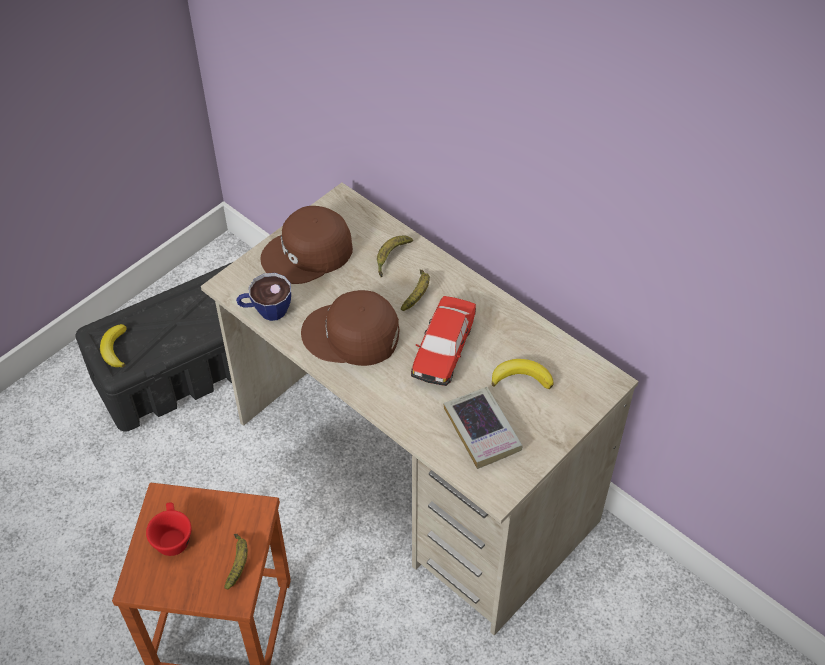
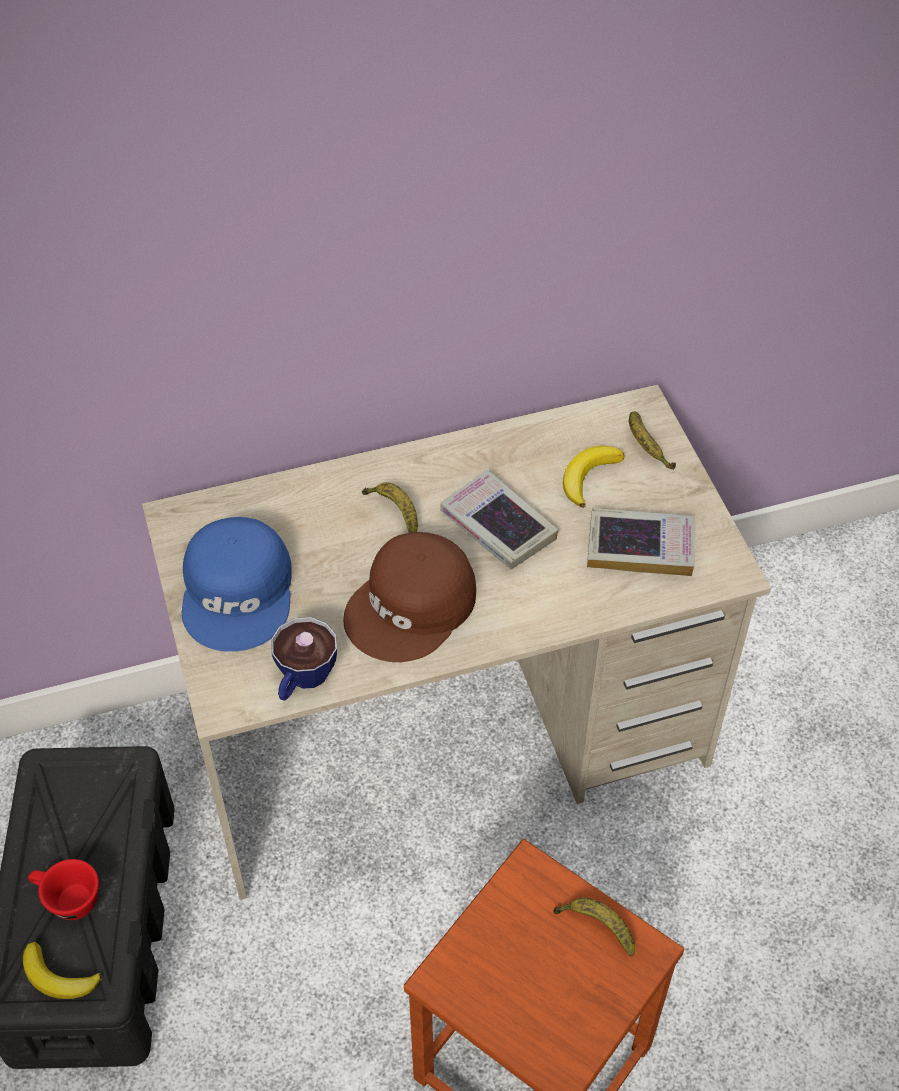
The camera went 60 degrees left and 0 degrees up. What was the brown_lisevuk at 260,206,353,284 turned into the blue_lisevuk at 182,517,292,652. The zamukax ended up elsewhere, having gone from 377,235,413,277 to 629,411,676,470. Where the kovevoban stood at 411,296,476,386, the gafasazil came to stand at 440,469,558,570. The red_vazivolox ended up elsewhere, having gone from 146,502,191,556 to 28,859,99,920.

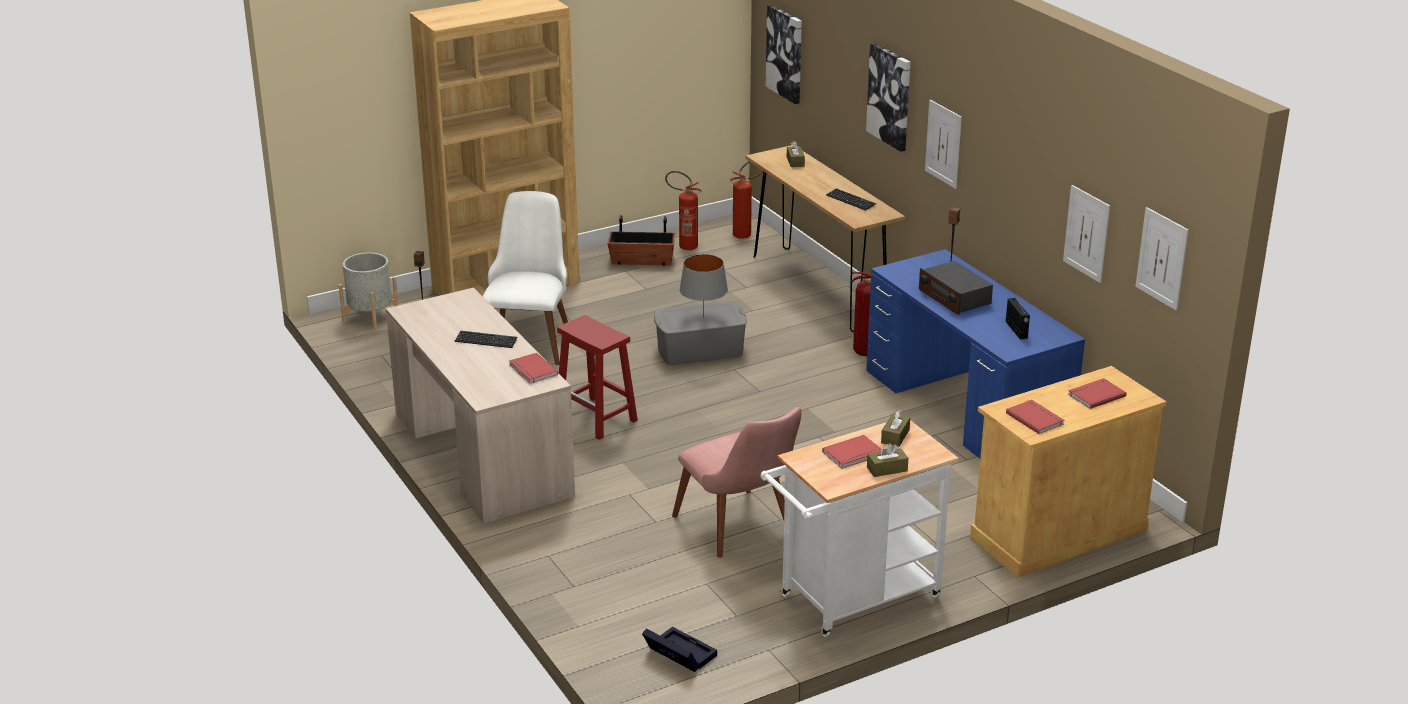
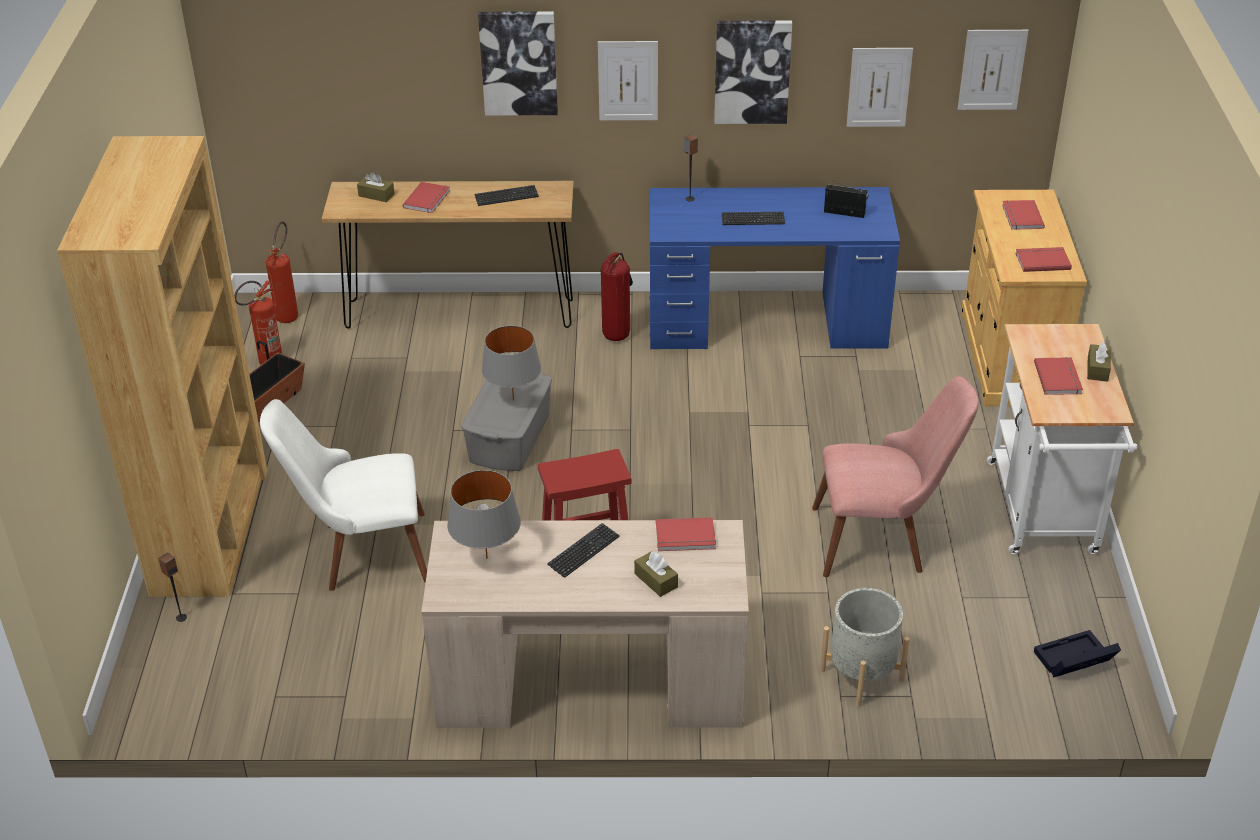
The camera went 60 degrees left and 10 degrees up. The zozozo ended up elsewhere, having gone from 766,4,802,104 to 714,20,792,124. The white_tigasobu at 483,191,568,365 ended up facing another way, 45 degrees counterclockwise from before. The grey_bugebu ended up elsewhere, having gone from 339,252,398,330 to 820,588,910,707. Where the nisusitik stood at 919,261,993,315, the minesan came to stand at 722,212,785,225. The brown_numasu ended up elsewhere, having gone from 881,410,910,447 to 634,551,678,597. The second view gained the red_gafasazil at 403,182,450,213. The second view gained the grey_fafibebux at 447,470,521,559.

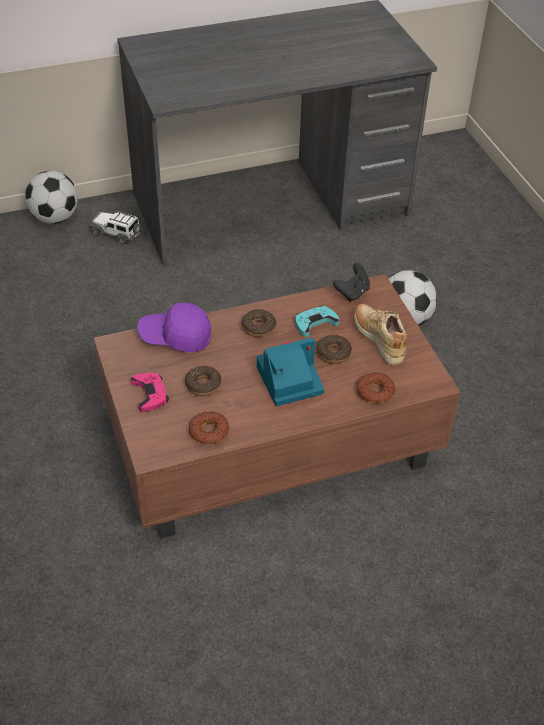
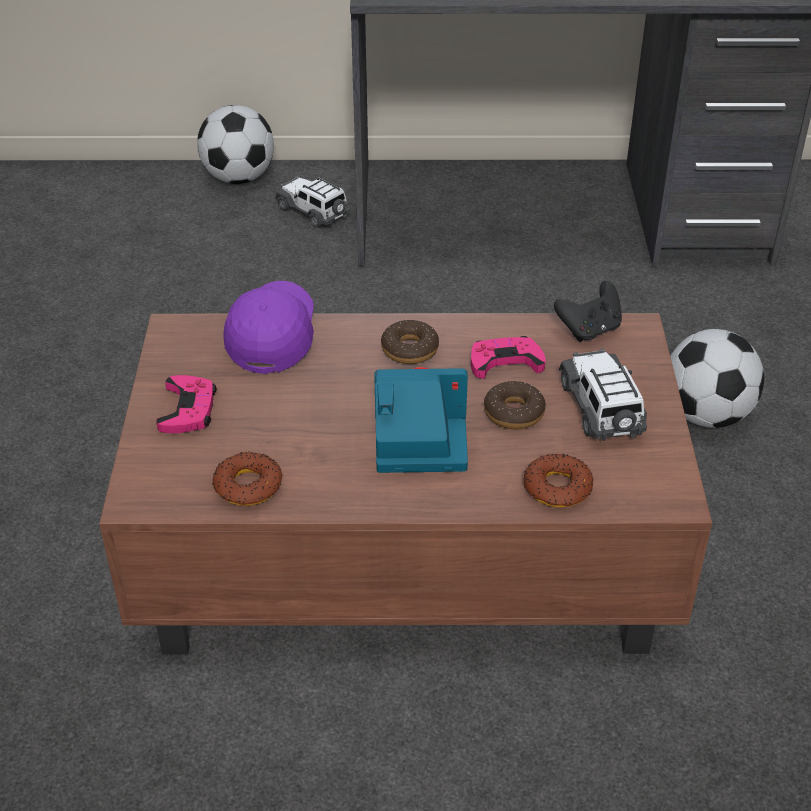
The camera went 20 degrees right and 5 degrees down. The purple_lisevuk at 137,303,211,352 ended up facing another way, 75 degrees clockwise from before. Where the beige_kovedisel stood at 354,304,407,365, the kovevoban came to stand at 559,348,647,441. What was the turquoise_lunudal at 295,305,340,337 turned into the pink_lunudal at 471,336,546,379. The second view lost the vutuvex at 185,366,222,396.

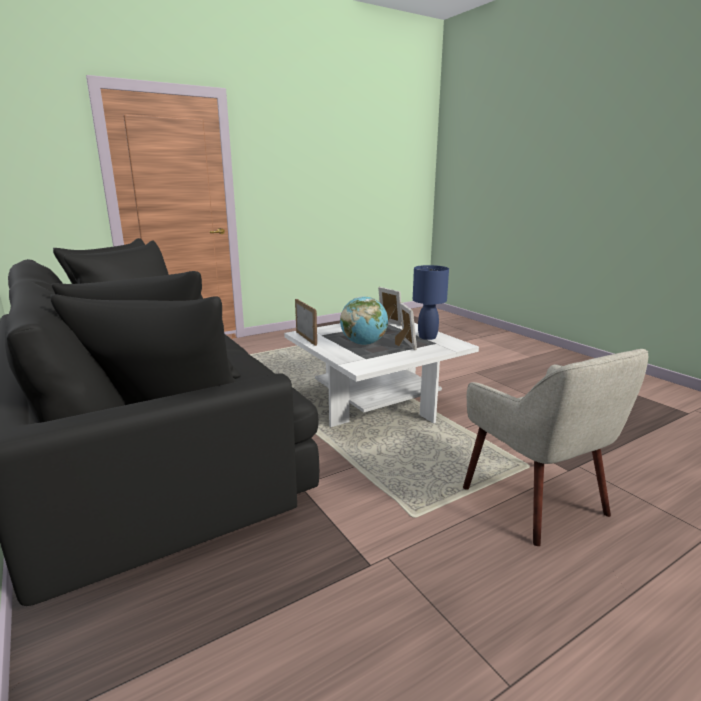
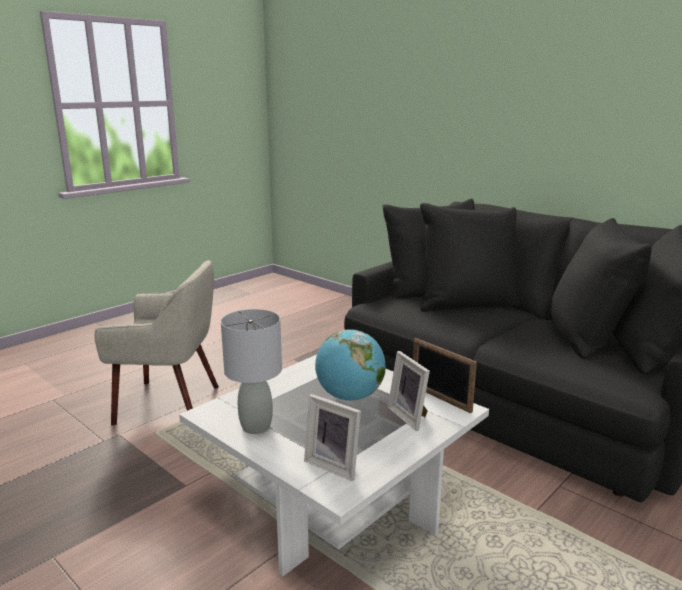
The camera went 165 degrees right and 0 degrees up. What was the blue_fafibebux at 413,265,449,340 turned into the grey_fafibebux at 221,309,282,434. The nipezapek ended up elsewhere, having gone from 395,302,417,350 to 388,351,430,431. The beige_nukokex at 463,349,648,546 ended up facing another way, 135 degrees clockwise from before.

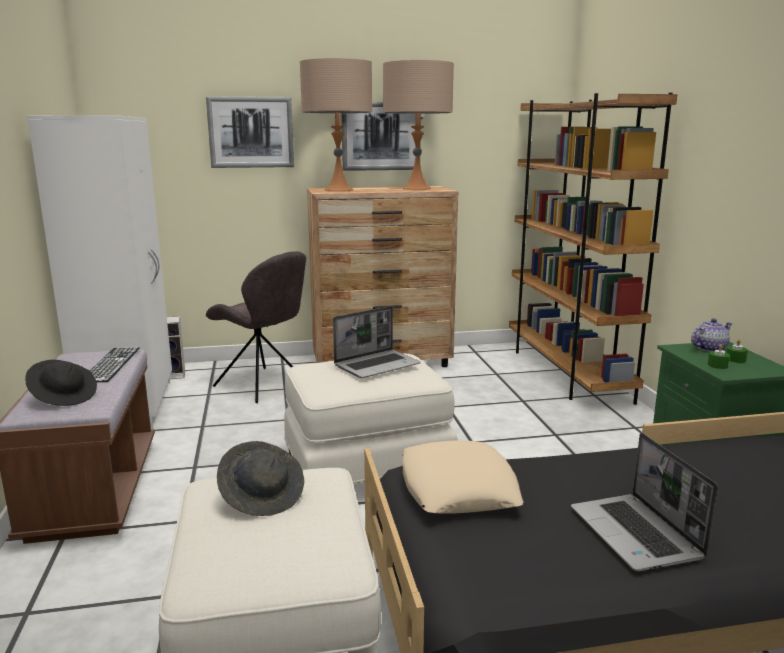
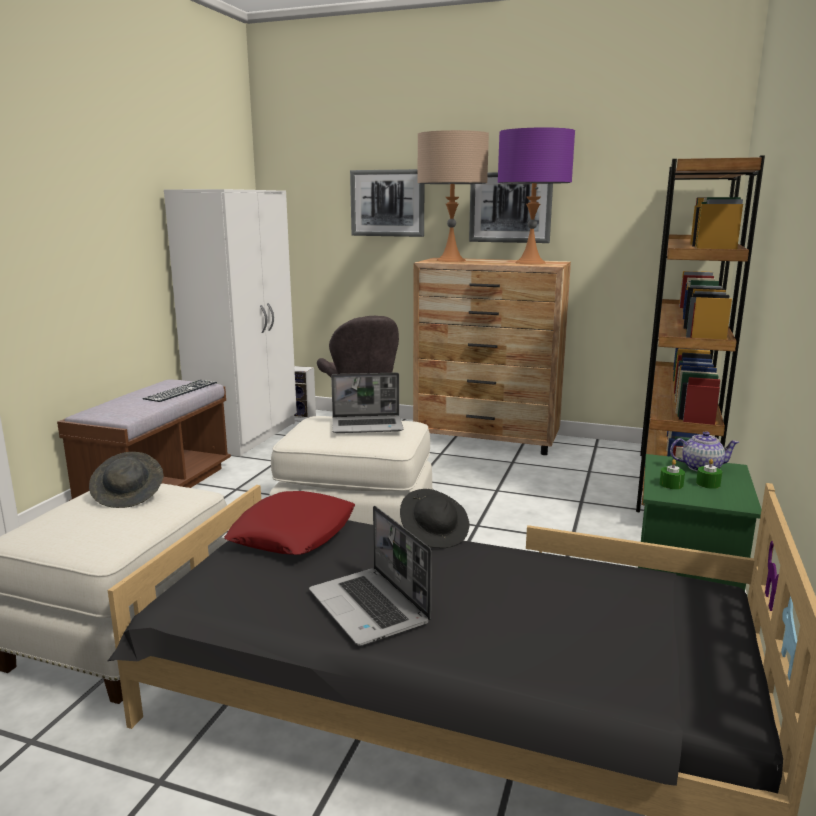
The camera went 30 degrees right and 0 degrees up. What was the beige_fafibebux at 383,60,454,190 turned into the purple_fafibebux at 498,128,575,264. The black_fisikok ended up elsewhere, having gone from 25,360,97,406 to 400,489,469,548. The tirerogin at 571,433,718,571 ended up facing another way, 45 degrees counterclockwise from before. What was the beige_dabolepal at 402,440,523,514 turned into the red_dabolepal at 224,491,355,555.

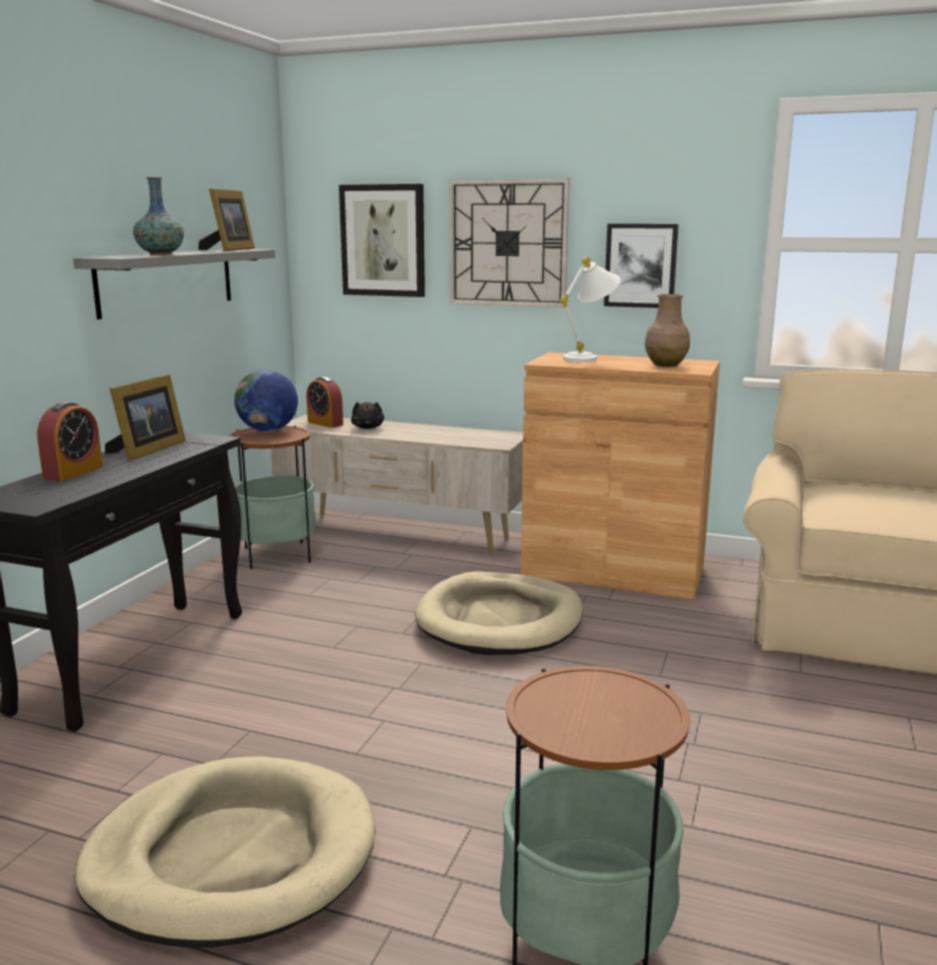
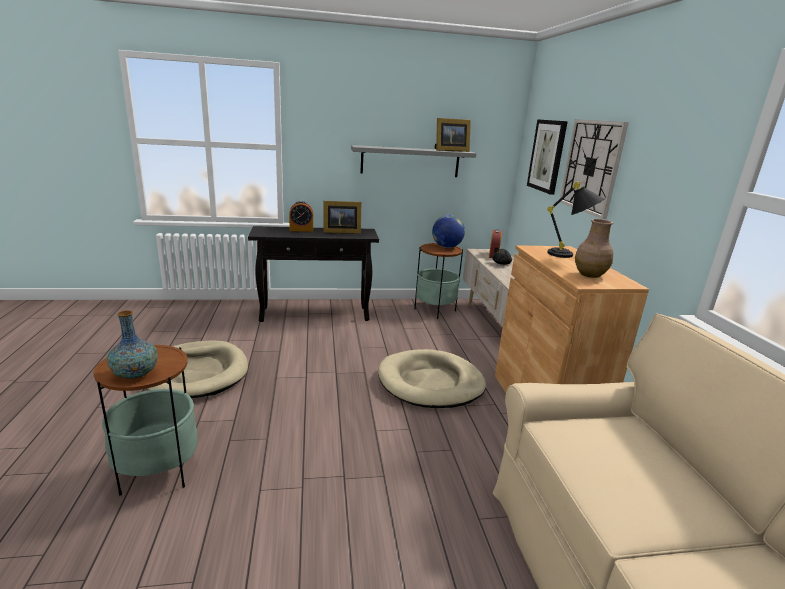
The camera went 60 degrees right and 5 degrees up. The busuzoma ended up elsewhere, having gone from 133,177,184,255 to 107,310,158,379. The second view lost the zozozo at 604,224,679,308. What was the white_fafibebux at 560,257,620,362 turned into the black_fafibebux at 547,182,605,258.

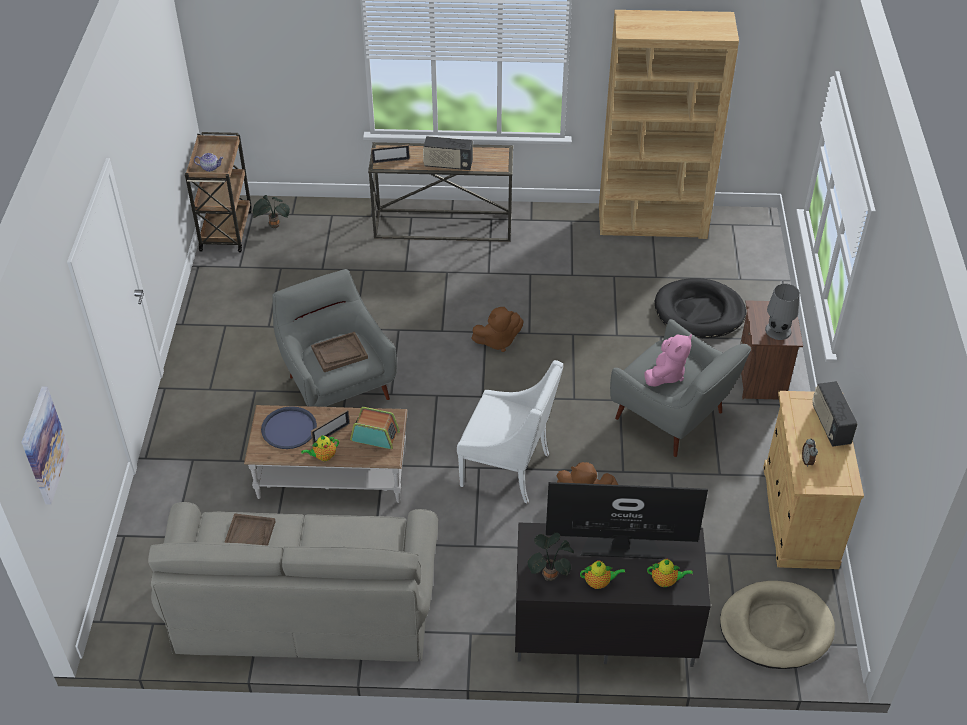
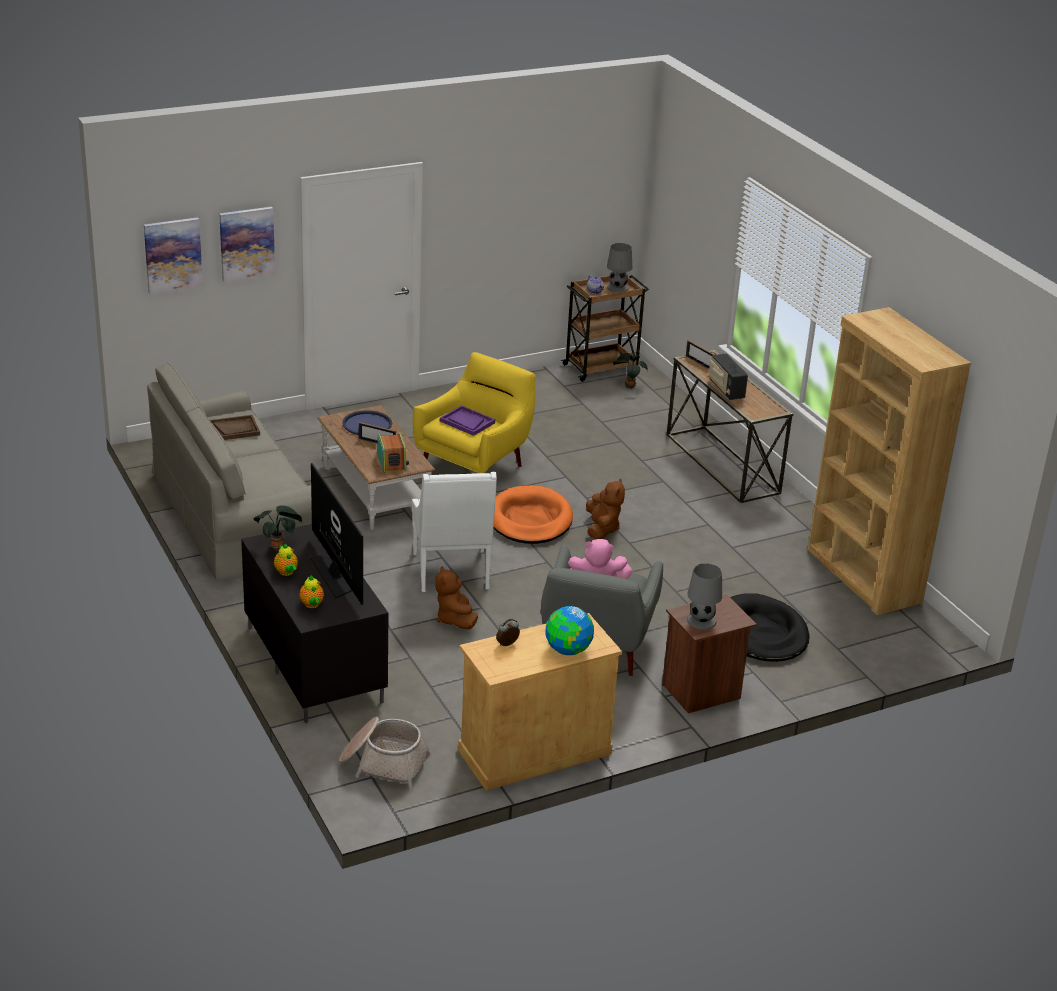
The camera went 60 degrees right and 15 degrees down. What was the grey_nukokex at 272,269,397,407 turned into the yellow_nukokex at 413,352,535,473. The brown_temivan at 471,307,524,352 ended up facing another way, 135 degrees counterclockwise from before. What was the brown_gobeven at 311,332,368,372 turned into the purple_gobeven at 440,405,495,436. Where the nisusitik stood at 812,381,858,447, the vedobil came to stand at 545,606,594,655. The second view lost the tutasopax at 301,435,339,461. Where the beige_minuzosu stood at 720,581,835,669, the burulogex came to stand at 339,717,431,790. The second view gained the zozozo at 219,207,275,282. The second view gained the grey_fafibebux at 607,243,632,293. The second view gained the orange_minuzosu at 494,486,573,544.

